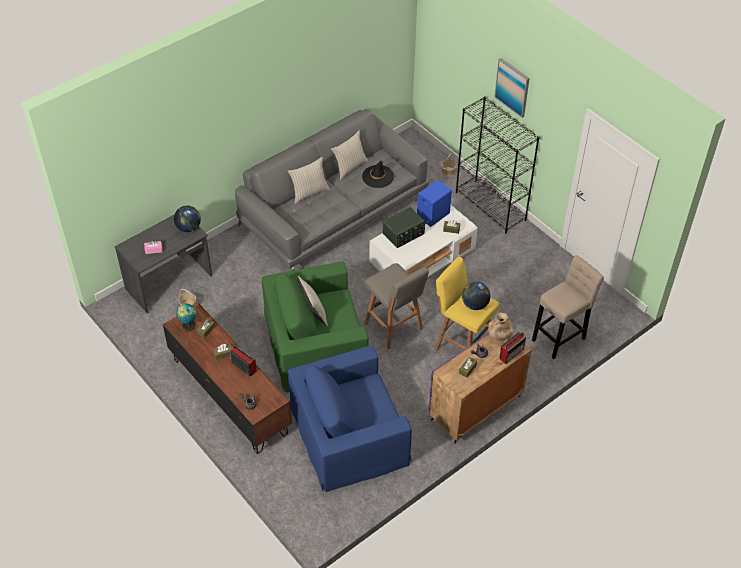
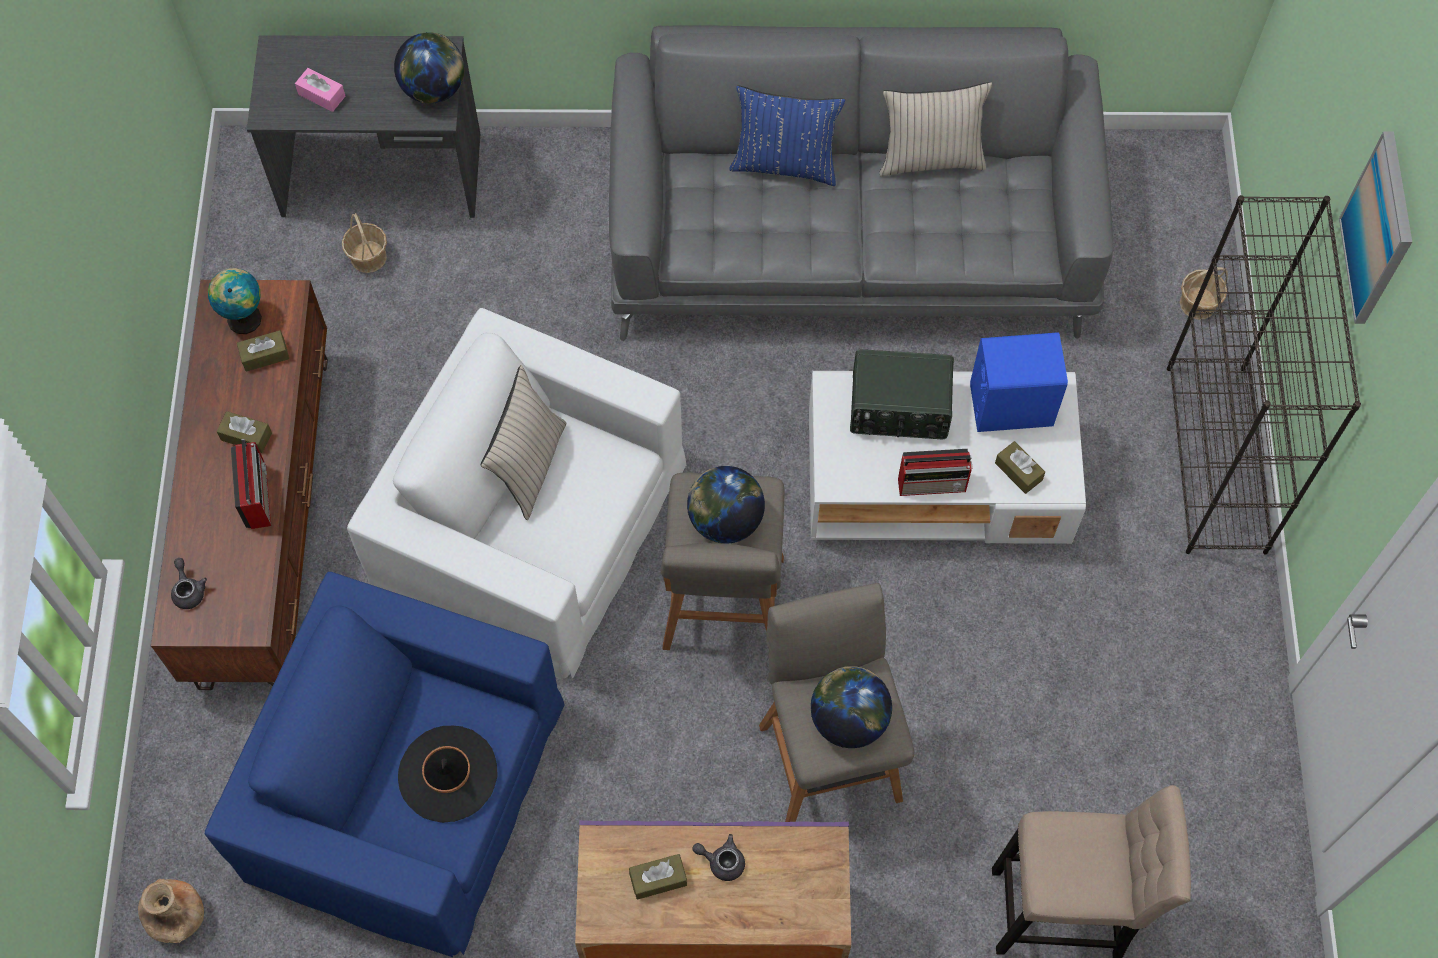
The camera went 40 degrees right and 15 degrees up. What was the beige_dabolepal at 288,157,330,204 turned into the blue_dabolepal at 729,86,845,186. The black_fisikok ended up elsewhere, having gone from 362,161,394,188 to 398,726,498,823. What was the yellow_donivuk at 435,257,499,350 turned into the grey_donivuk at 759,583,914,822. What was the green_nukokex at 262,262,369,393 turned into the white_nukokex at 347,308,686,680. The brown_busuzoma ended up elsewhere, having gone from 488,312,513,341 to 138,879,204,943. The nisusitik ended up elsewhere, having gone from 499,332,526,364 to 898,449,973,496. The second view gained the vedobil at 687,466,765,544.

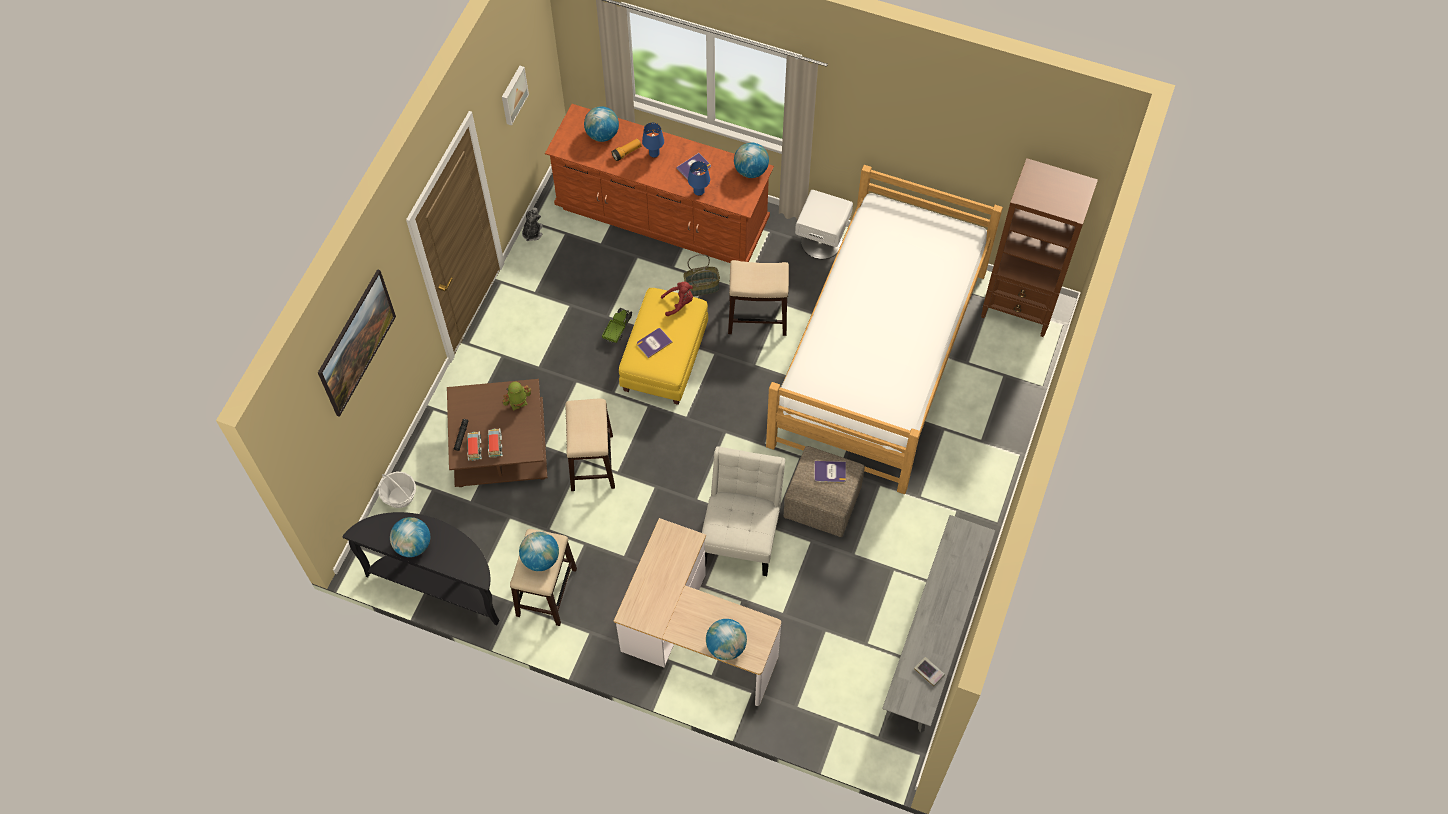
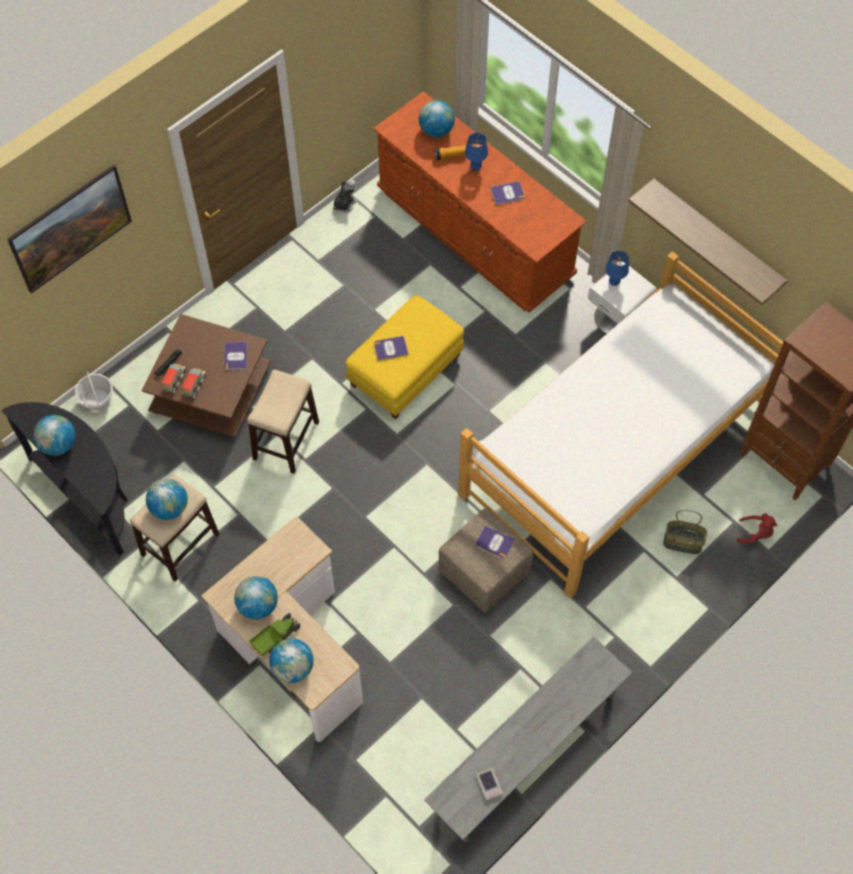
The camera went 25 degrees right and 0 degrees up. The second view lost the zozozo at 502,66,529,125. The vedobil ended up elsewhere, having gone from 734,143,769,178 to 234,576,278,620. The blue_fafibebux ended up elsewhere, having gone from 688,161,710,196 to 605,251,629,286. The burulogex ended up elsewhere, having gone from 683,254,720,297 to 663,510,707,554. The second view lost the donivuk at 728,260,789,336. The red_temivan ended up elsewhere, having gone from 661,282,693,316 to 737,513,777,543. The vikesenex ended up elsewhere, having gone from 602,308,632,343 to 249,613,300,657. Where the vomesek stood at 502,382,532,411, the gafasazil came to stand at 224,342,248,370. The second view lost the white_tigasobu at 702,446,785,576. The second view gained the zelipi at 628,178,788,305.

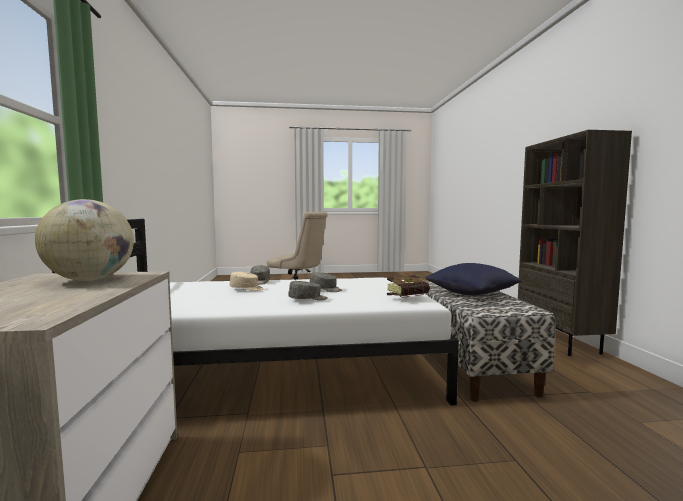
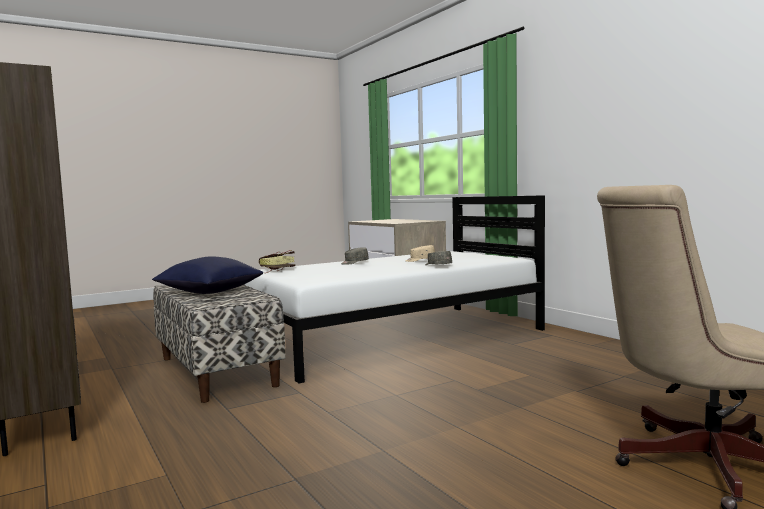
The camera went 155 degrees right and 0 degrees up. The second view lost the vedobil at 35,199,134,281. The second view lost the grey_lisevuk at 310,272,342,292.

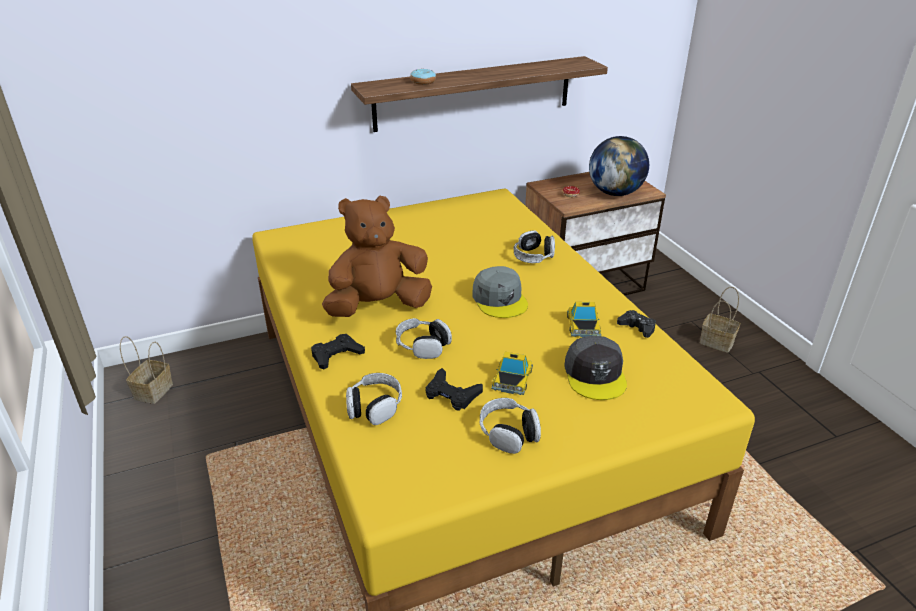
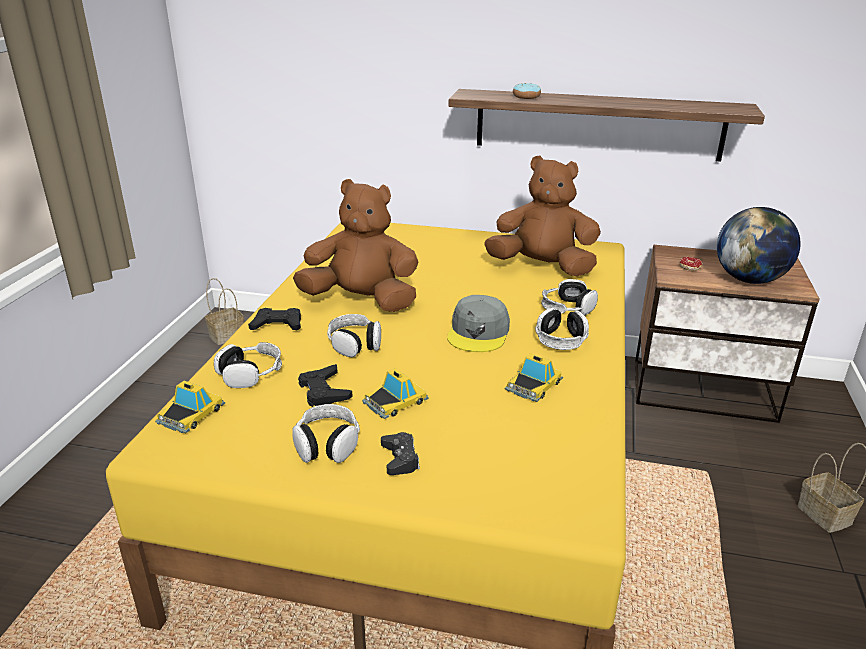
The camera went 35 degrees right and 5 degrees down. The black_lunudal ended up elsewhere, having gone from 617,310,656,338 to 381,432,420,475. The second view lost the grey_lisevuk at 564,336,627,400. The second view gained the brown_temivan at 484,156,601,277. The second view gained the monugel at 535,307,589,350. The second view gained the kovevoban at 155,381,225,433.

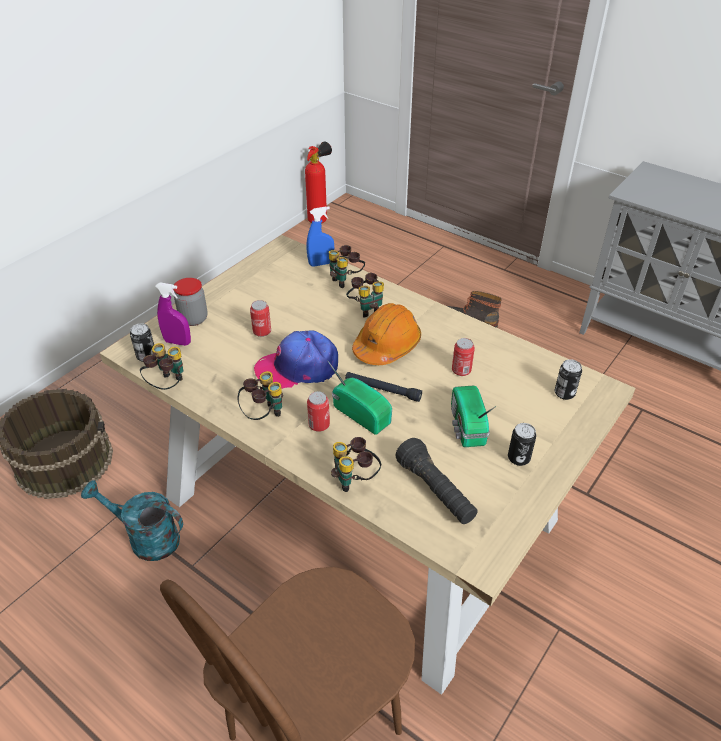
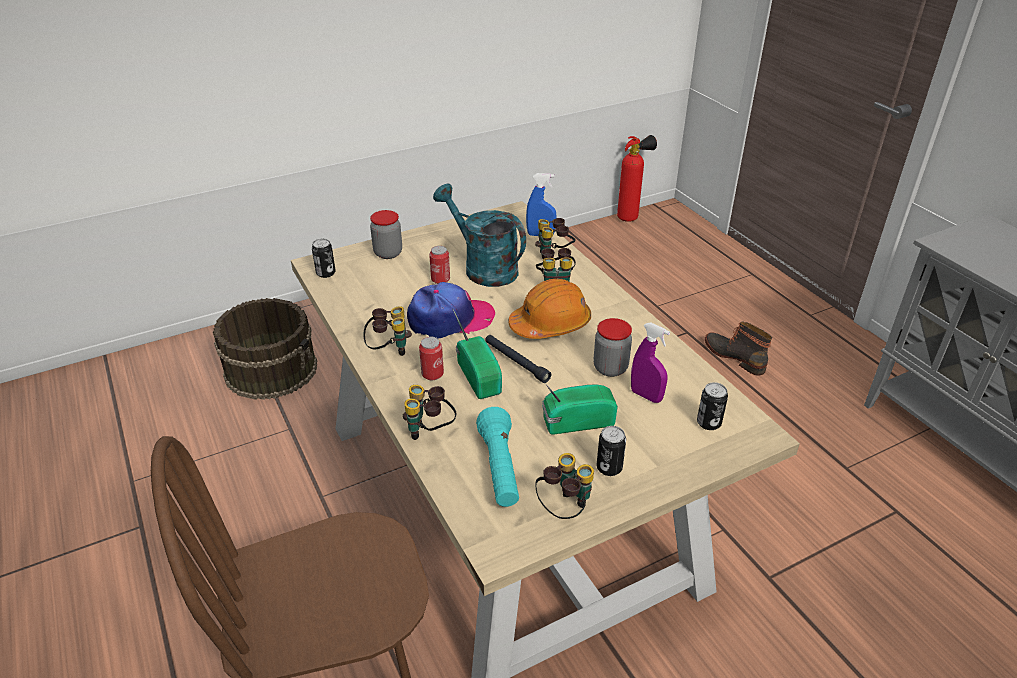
The camera went 25 degrees right and 5 degrees down. The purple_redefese ended up elsewhere, having gone from 155,283,191,346 to 631,323,670,403. The lisevuk at 254,330,338,389 ended up facing another way, 150 degrees clockwise from before. Where the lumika stood at 452,338,475,376, the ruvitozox came to stand at 593,318,632,377. The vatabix ended up elsewhere, having gone from 140,343,183,390 to 536,453,594,519. The nisusitik at 451,386,496,447 ended up facing another way, 60 degrees clockwise from before. What was the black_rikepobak at 396,438,478,524 turned into the turquoise_rikepobak at 476,407,519,507. The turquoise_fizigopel ended up elsewhere, having gone from 81,480,183,561 to 433,184,526,287.

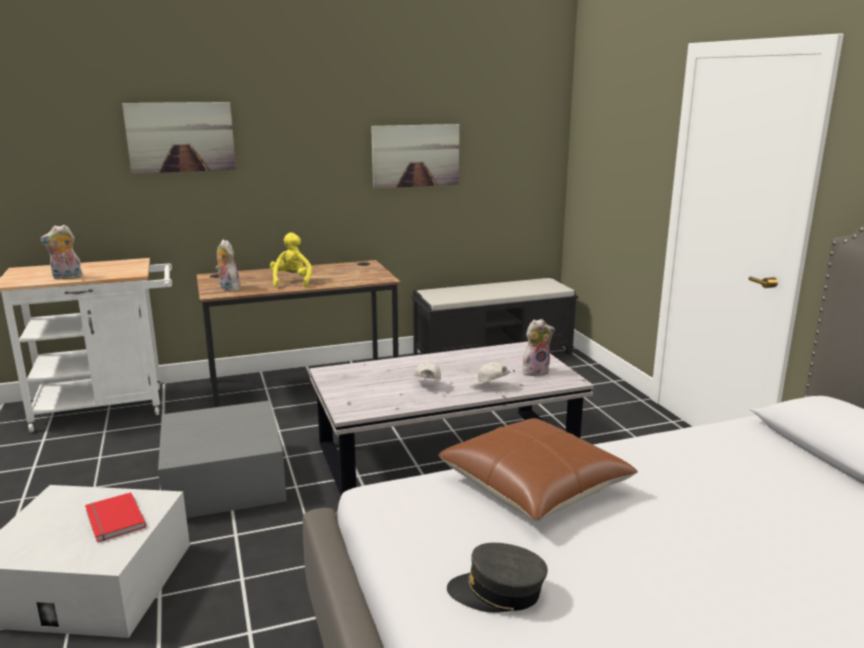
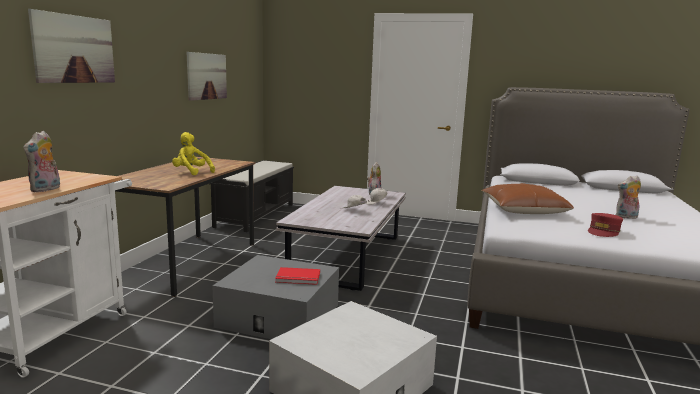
The camera went 55 degrees left and 5 degrees down. The temivan ended up elsewhere, having gone from 215,239,241,292 to 615,176,641,219. The red_gafasazil ended up elsewhere, having gone from 85,492,146,542 to 275,267,320,285. What was the grey_lisevuk at 447,543,548,613 turned into the red_lisevuk at 588,213,623,237.

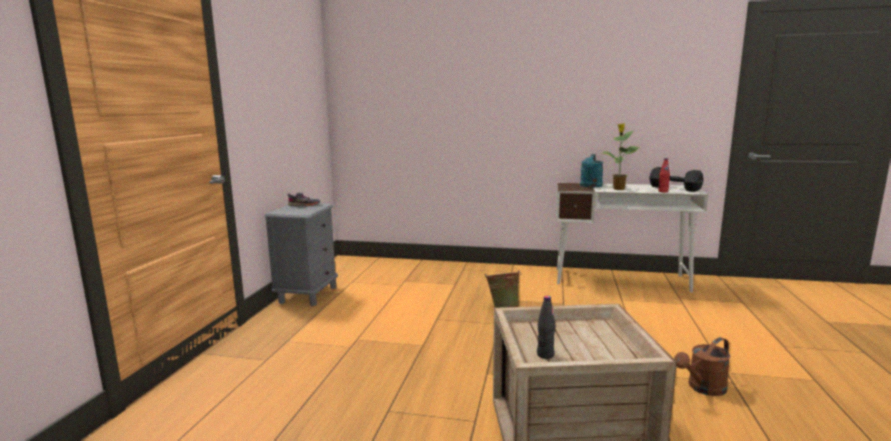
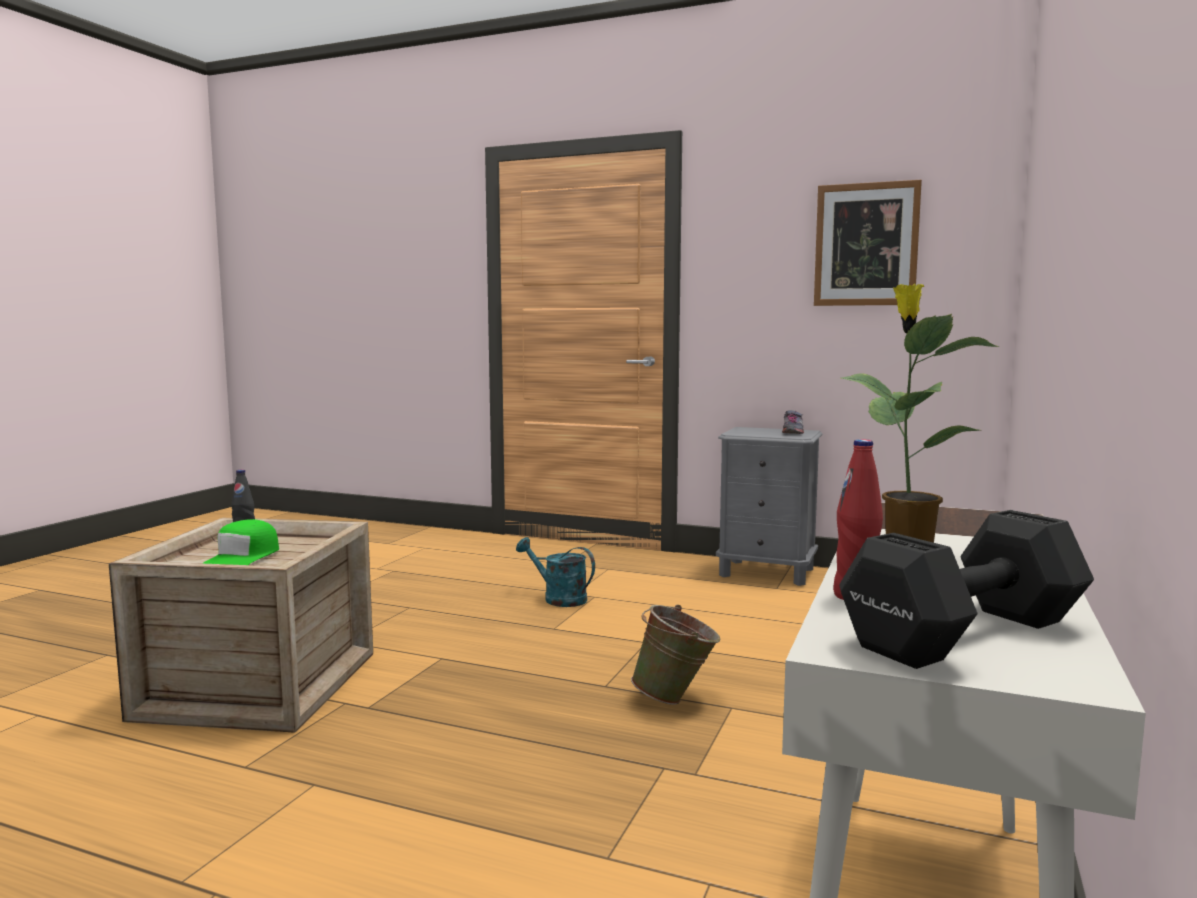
The camera went 100 degrees right and 5 degrees down. The turquoise_fizigopel ended up elsewhere, having gone from 580,154,603,187 to 516,537,595,607. The second view lost the brown_fizigopel at 674,337,730,396. The second view gained the zozozo at 814,180,922,306. The second view gained the green_lisevuk at 202,519,279,565.

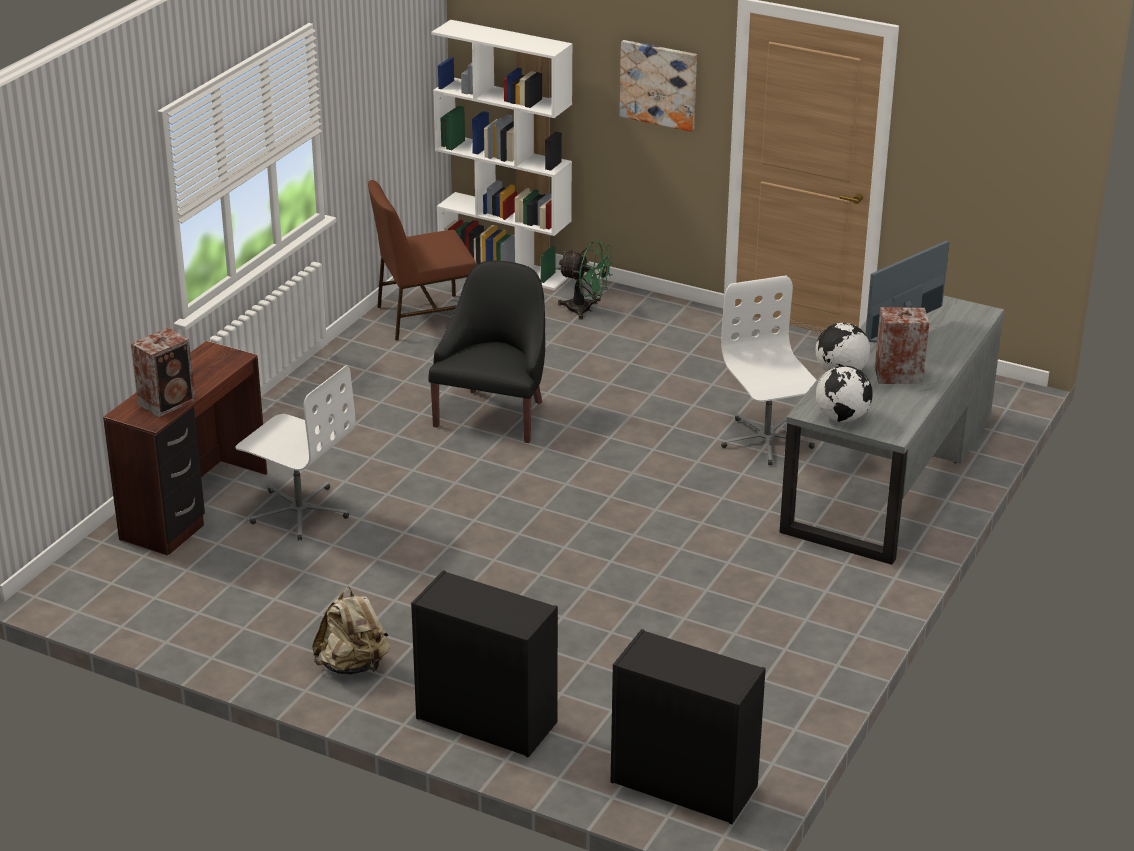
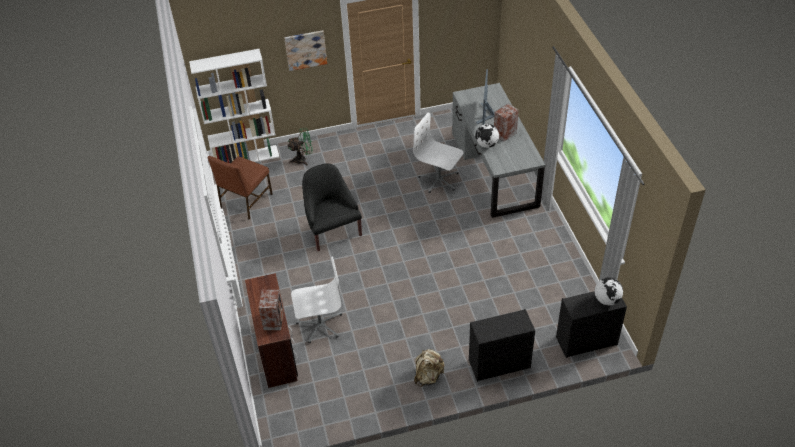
The camera went 40 degrees left and 15 degrees up. The vedobil ended up elsewhere, having gone from 816,366,873,422 to 595,277,623,305.

